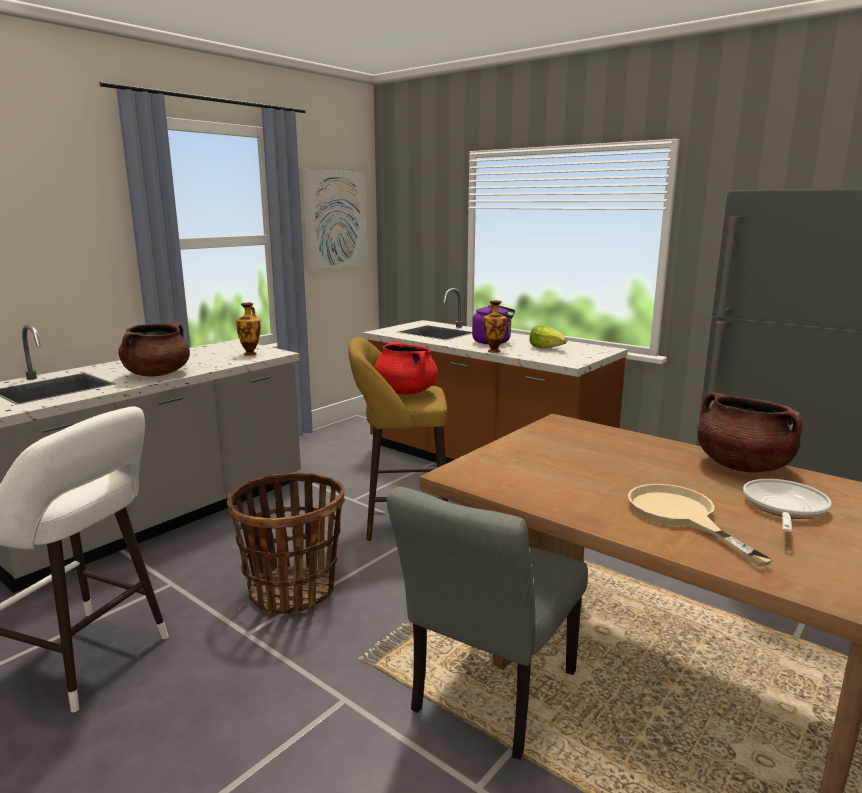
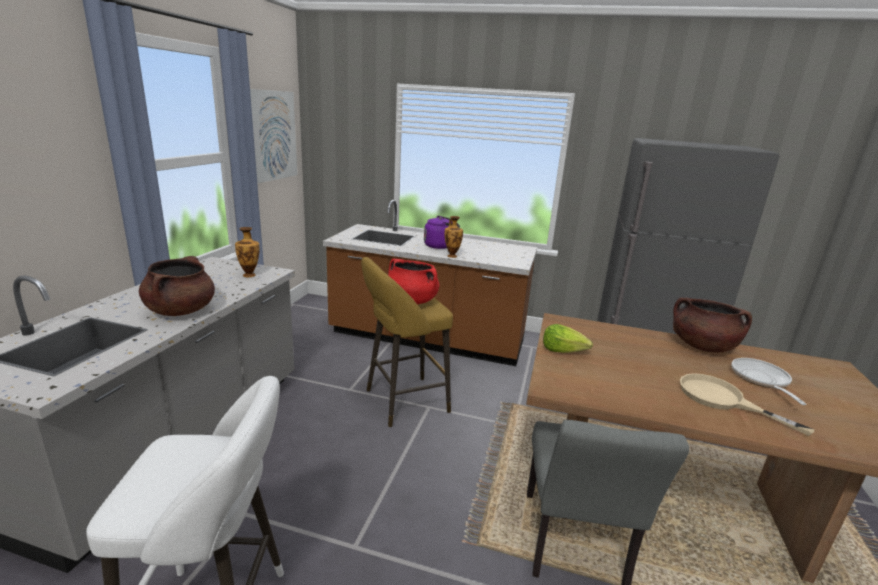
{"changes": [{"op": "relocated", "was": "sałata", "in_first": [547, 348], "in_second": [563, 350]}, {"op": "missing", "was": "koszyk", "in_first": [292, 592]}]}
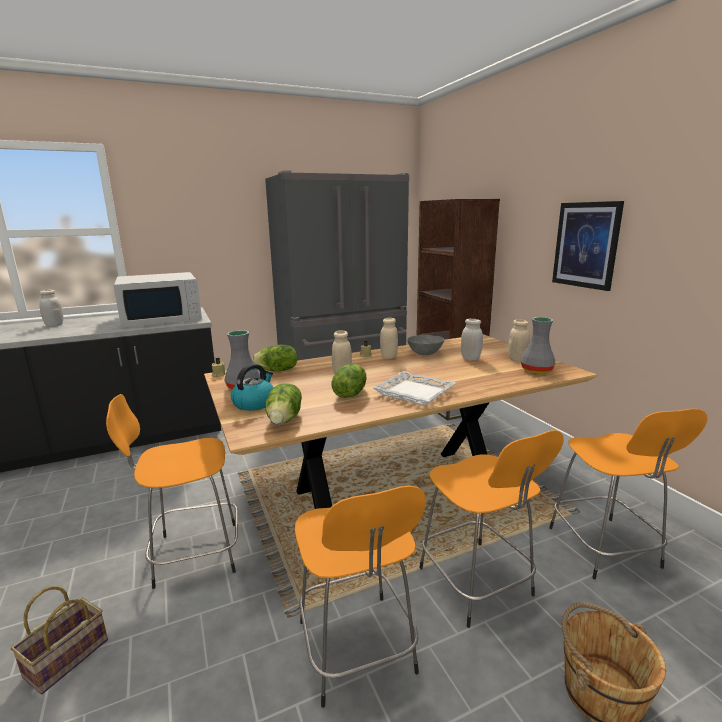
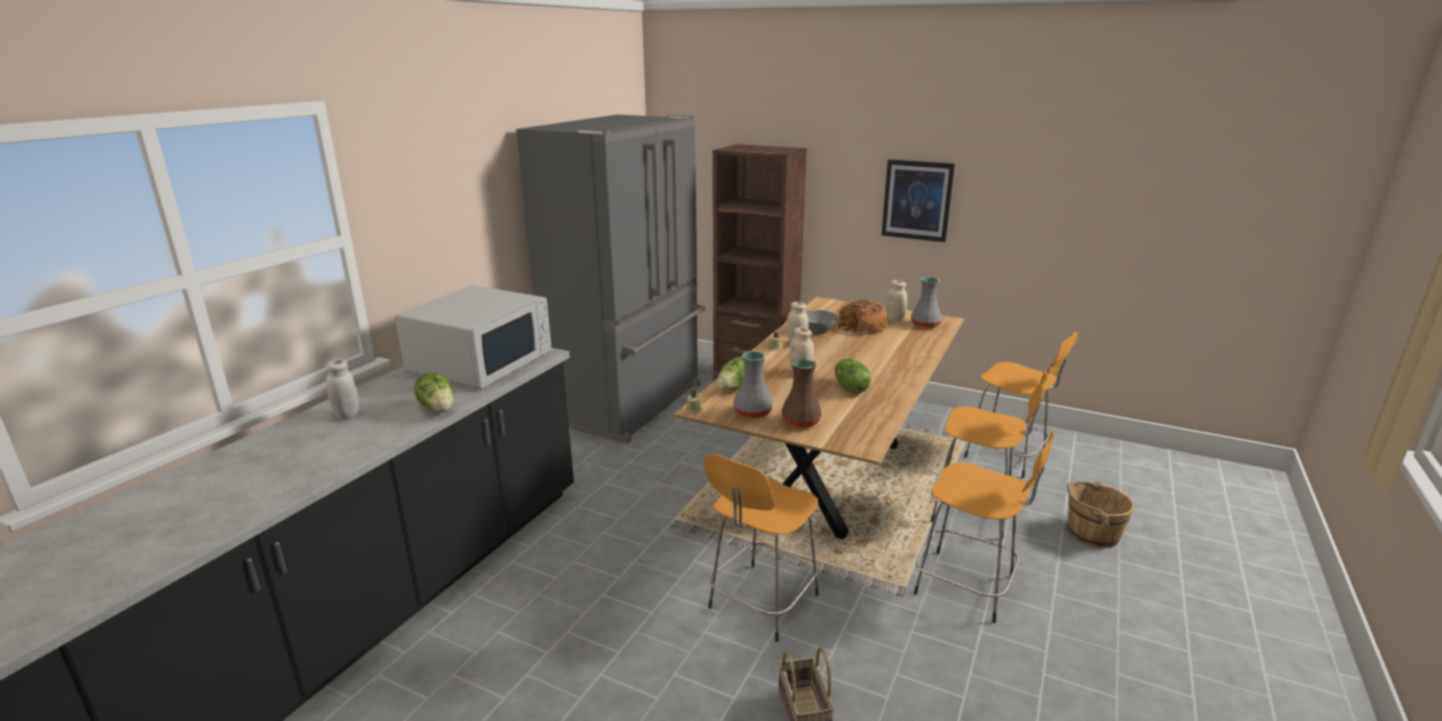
{"changes": [{"op": "relocated", "was": "sałata", "in_first": [285, 419], "in_second": [438, 408]}, {"op": "exchanged", "was": "czajnik", "now": "wazon [brązowy]", "in_first": [254, 403], "in_second": [800, 423]}, {"op": "exchanged", "was": "słoik [biały]", "now": "chleb", "in_first": [470, 358], "in_second": [861, 327]}, {"op": "missing", "was": "taca [biały]", "in_first": [414, 392]}]}
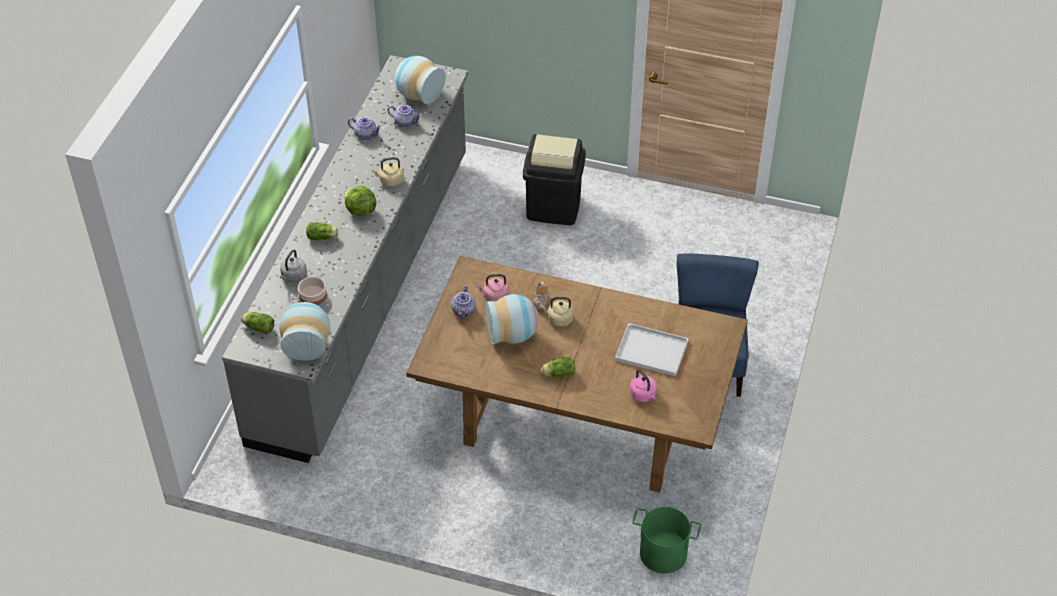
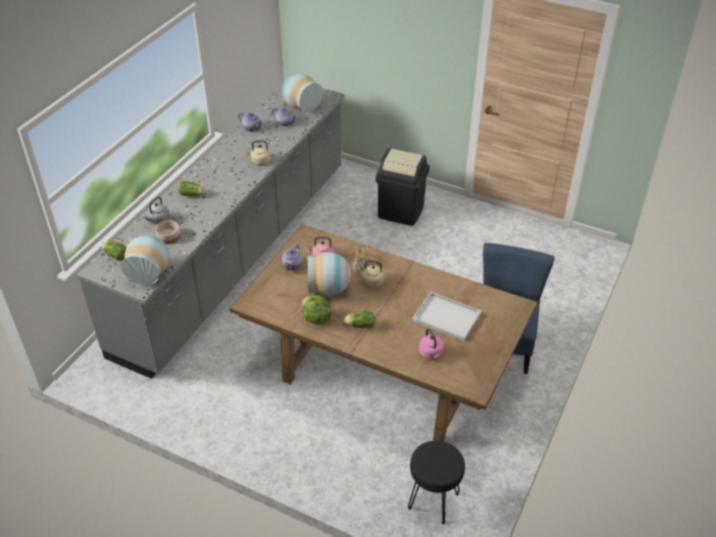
{"changes": [{"op": "relocated", "was": "sałata", "in_first": [360, 211], "in_second": [316, 318]}, {"op": "exchanged", "was": "wiadro [zielony]", "now": "stołek [czarny]", "in_first": [663, 554], "in_second": [433, 501]}]}
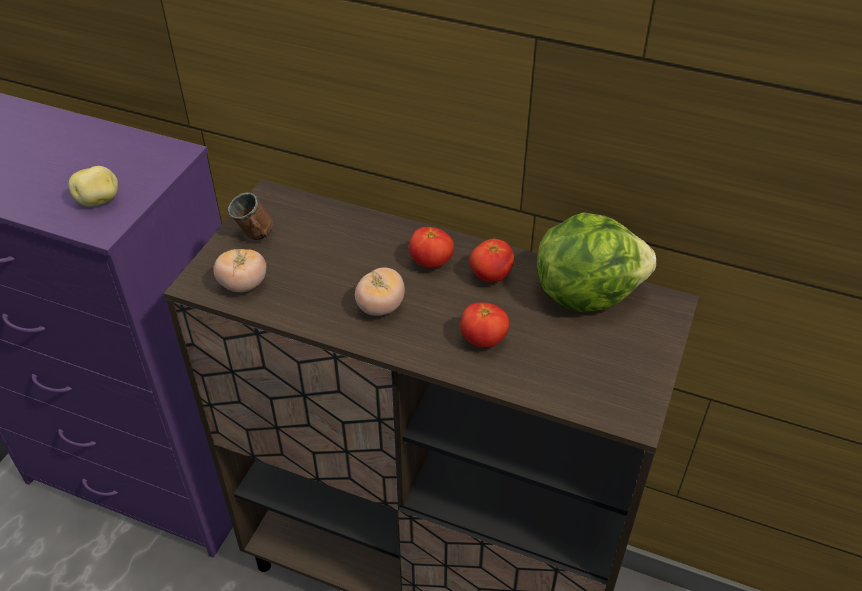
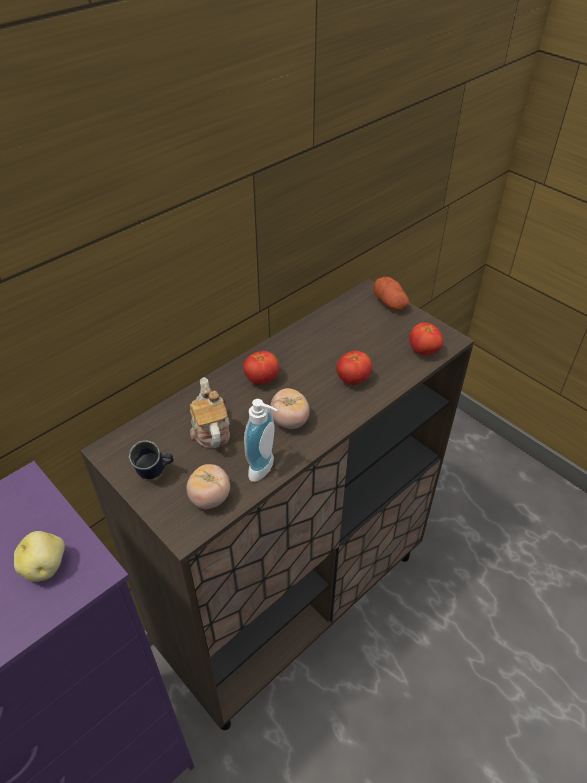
{"changes": [{"op": "colour", "was": "kubek [brązowy]", "now": "kubek [niebieski]", "in_first": [256, 237], "in_second": [156, 473]}, {"op": "appeared", "now": "imbryk", "in_second": [210, 429]}, {"op": "appeared", "now": "dozownik mydła", "in_second": [265, 469]}, {"op": "appeared", "now": "ziemniak", "in_second": [390, 303]}, {"op": "relocated", "was": "pomidor", "in_first": [490, 276], "in_second": [423, 351]}, {"op": "missing", "was": "sałata", "in_first": [586, 292]}]}
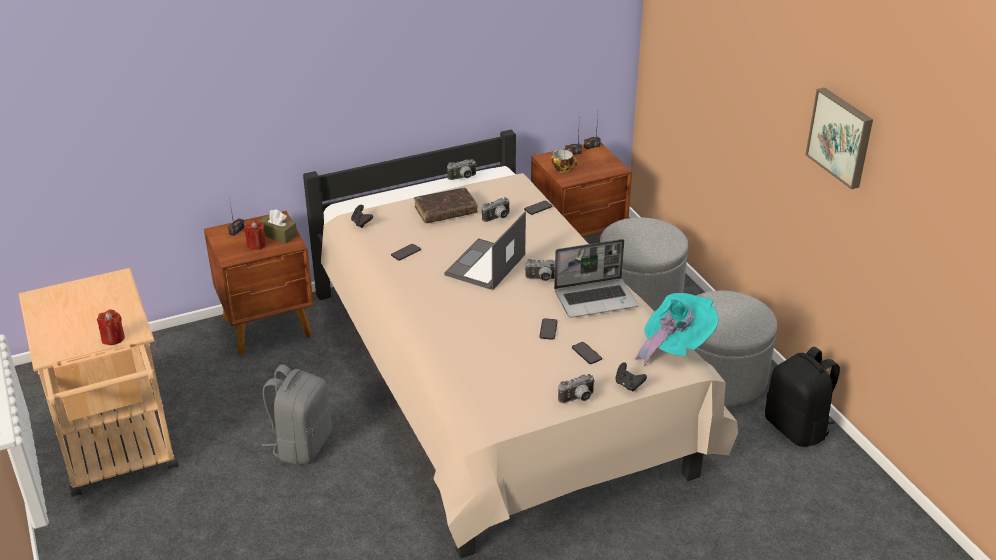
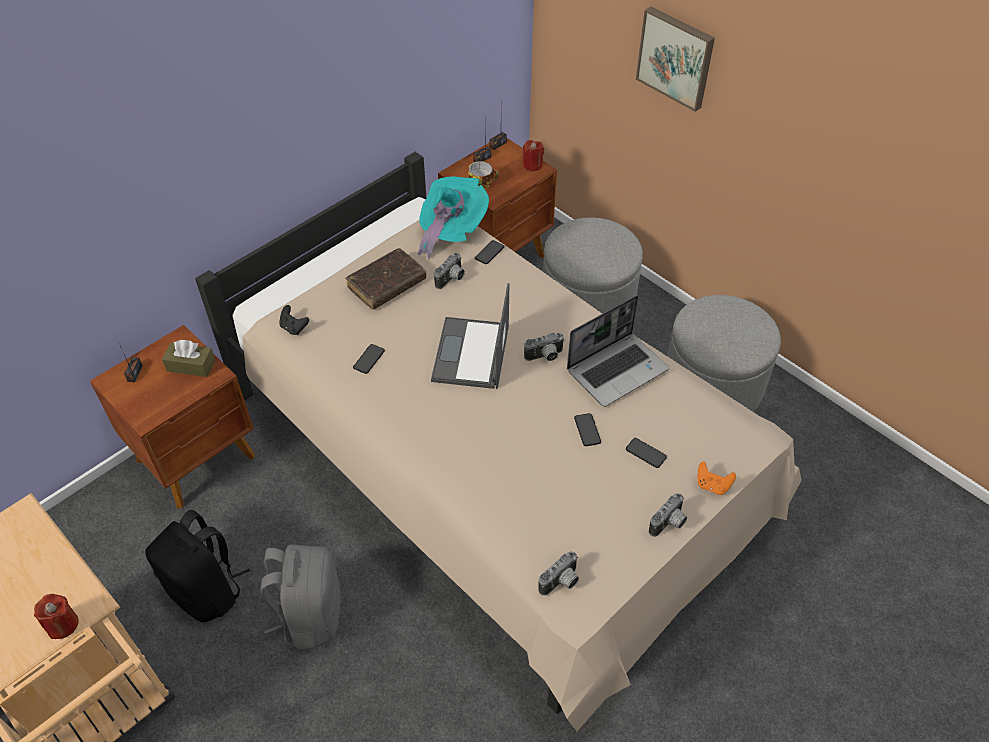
{"changes": [{"op": "relocated", "was": "plecak [czarny]", "in_first": [797, 428], "in_second": [207, 590]}, {"op": "relocated", "was": "kapelusz [turkusowy]", "in_first": [675, 345], "in_second": [451, 230]}, {"op": "relocated", "was": "świeca [czerwony]", "in_first": [256, 244], "in_second": [532, 165]}, {"op": "relocated", "was": "aparat fotograficzny", "in_first": [463, 178], "in_second": [561, 583]}, {"op": "relocated", "was": "obraz", "in_first": [841, 137], "in_second": [676, 57]}, {"op": "colour", "was": "pad do gier [czarny]", "now": "pad do gier [pomarańczowy]", "in_first": [628, 385], "in_second": [712, 485]}]}
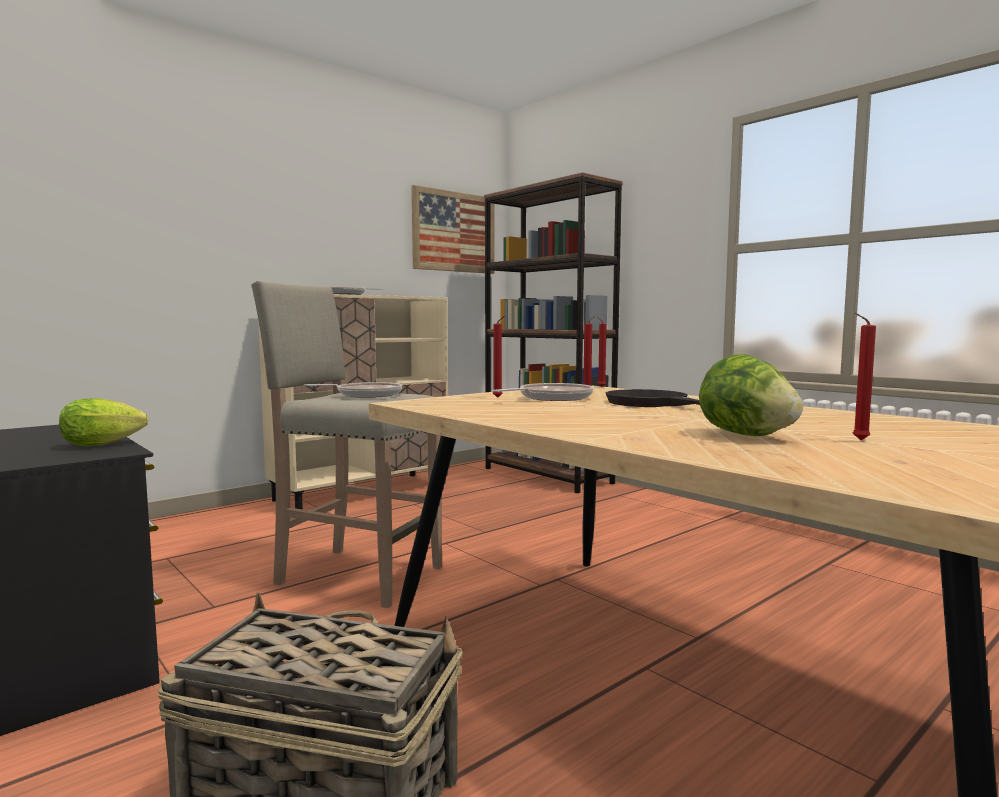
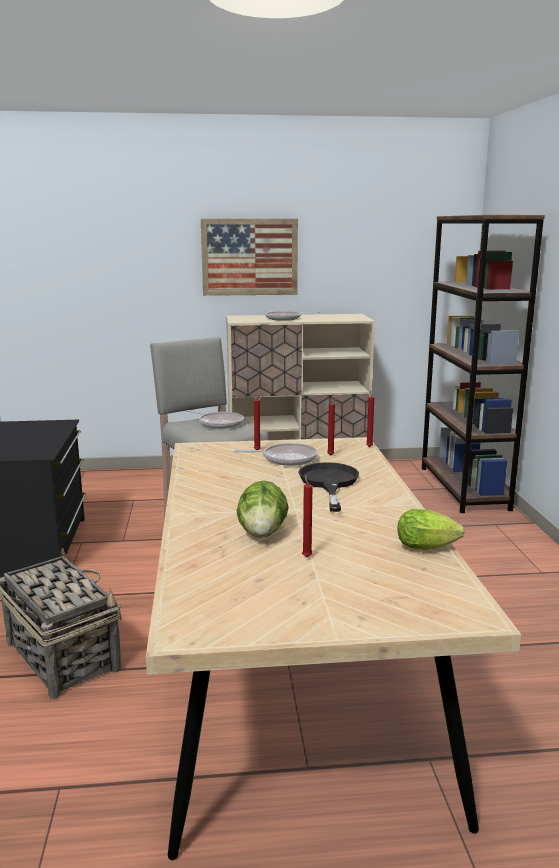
{"changes": [{"op": "relocated", "was": "obraz", "in_first": [454, 232], "in_second": [249, 257]}, {"op": "relocated", "was": "sałata", "in_first": [107, 444], "in_second": [429, 547]}]}
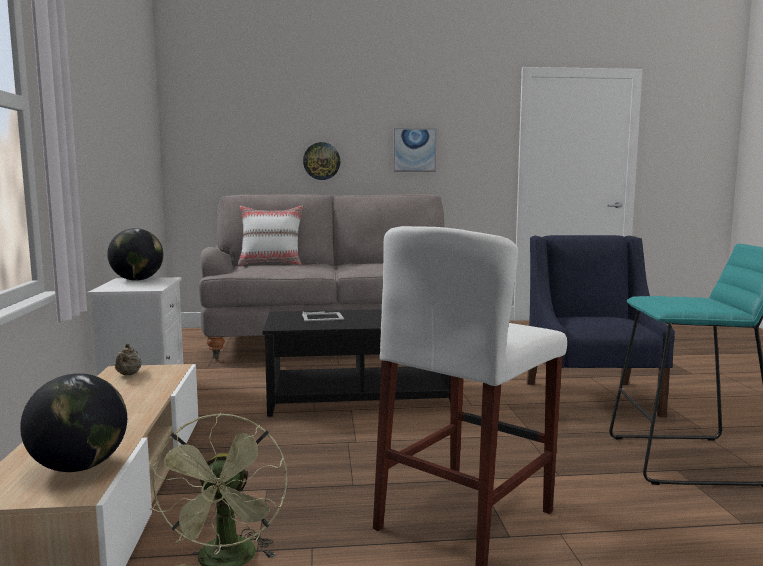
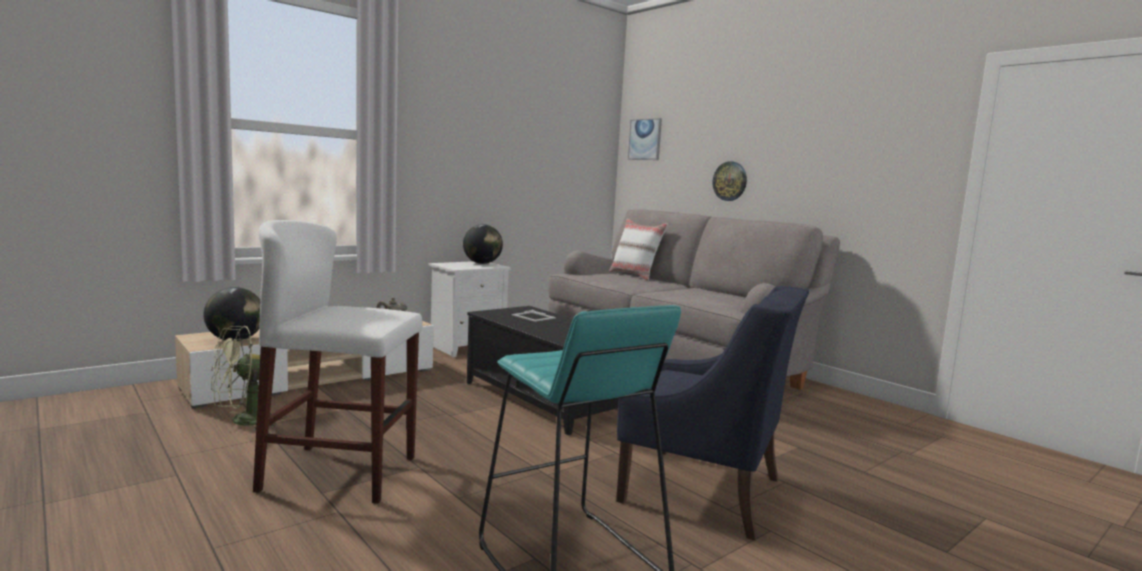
{"changes": [{"op": "spun", "was": "fotel [niebieski]", "in_first": [591, 398], "in_second": [703, 490], "clockwise": 60}, {"op": "relocated", "was": "obraz", "in_first": [414, 150], "in_second": [645, 139]}]}
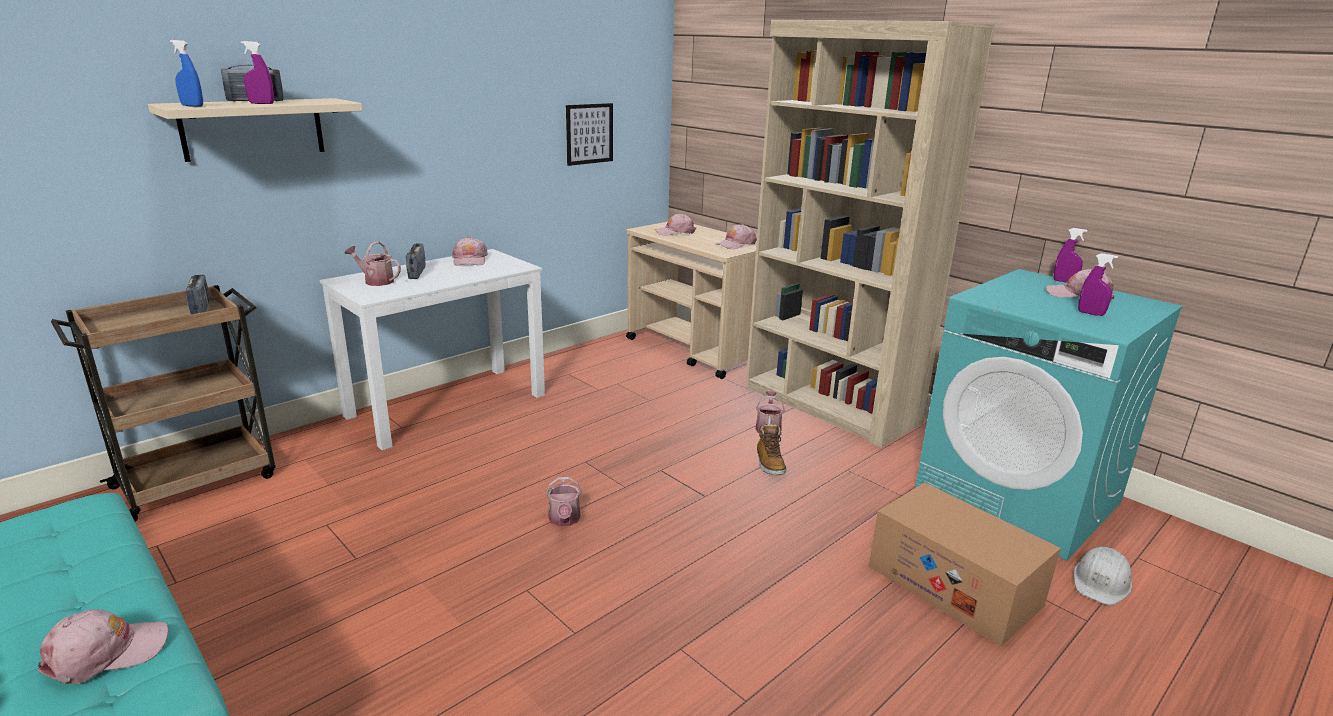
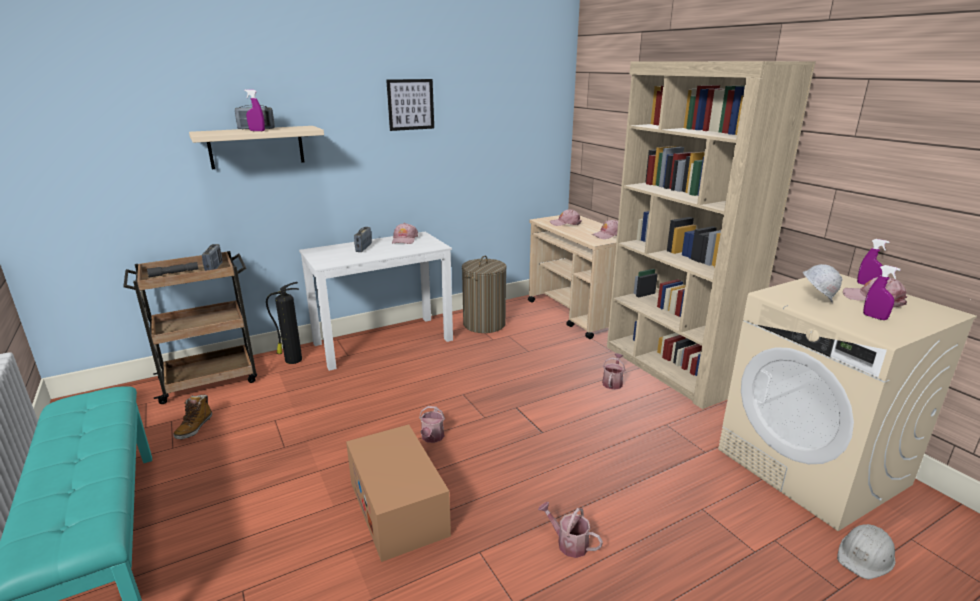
{"changes": [{"op": "appeared", "now": "latarka [szary]", "in_second": [174, 273]}, {"op": "relocated", "was": "but z cholewką", "in_first": [769, 463], "in_second": [194, 427]}, {"op": "appeared", "now": "gaśnica", "in_second": [292, 360]}, {"op": "relocated", "was": "karton", "in_first": [953, 585], "in_second": [398, 508]}, {"op": "relocated", "was": "obraz", "in_first": [589, 134], "in_second": [410, 104]}, {"op": "appeared", "now": "kosz na pranie", "in_second": [484, 324]}, {"op": "relocated", "was": "konewka", "in_first": [376, 281], "in_second": [568, 543]}, {"op": "colour", "was": "pralka [turkusowy]", "now": "pralka [beżowy]", "in_first": [1018, 497], "in_second": [812, 467]}, {"op": "appeared", "now": "kask [biały]", "in_second": [815, 301]}, {"op": "missing", "was": "czapka z daszkiem [różowy]", "in_first": [106, 653]}, {"op": "missing", "was": "spryskiwacz [niebieski]", "in_first": [192, 106]}]}
